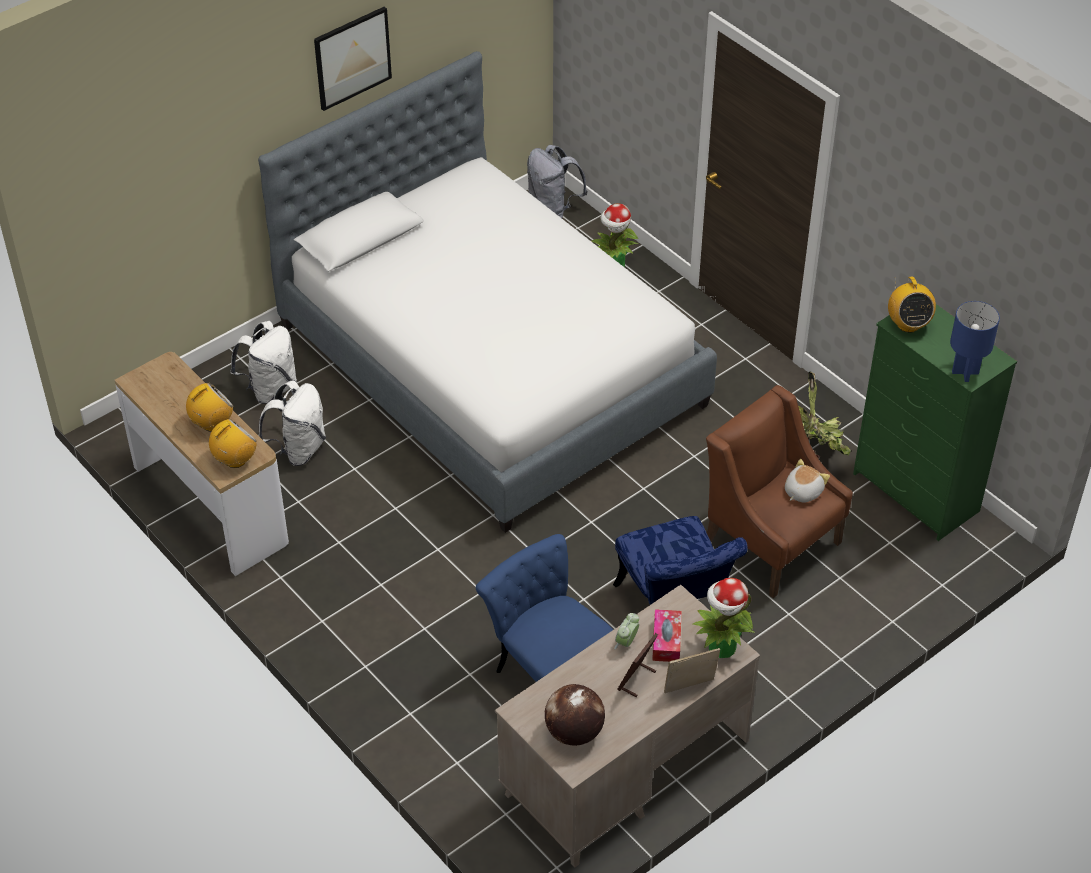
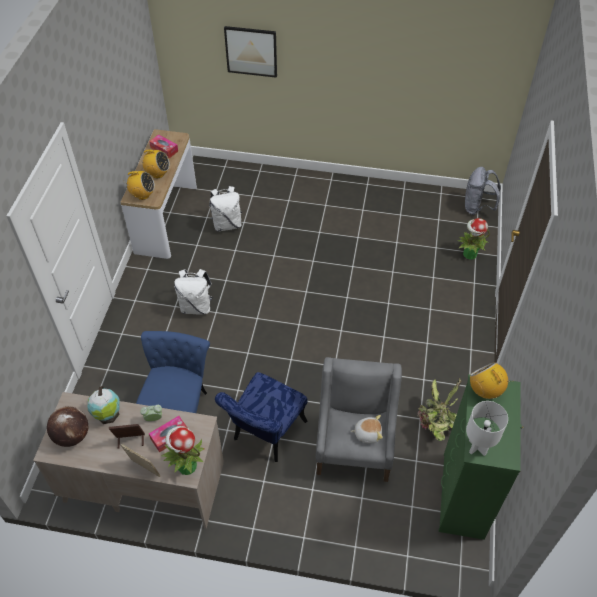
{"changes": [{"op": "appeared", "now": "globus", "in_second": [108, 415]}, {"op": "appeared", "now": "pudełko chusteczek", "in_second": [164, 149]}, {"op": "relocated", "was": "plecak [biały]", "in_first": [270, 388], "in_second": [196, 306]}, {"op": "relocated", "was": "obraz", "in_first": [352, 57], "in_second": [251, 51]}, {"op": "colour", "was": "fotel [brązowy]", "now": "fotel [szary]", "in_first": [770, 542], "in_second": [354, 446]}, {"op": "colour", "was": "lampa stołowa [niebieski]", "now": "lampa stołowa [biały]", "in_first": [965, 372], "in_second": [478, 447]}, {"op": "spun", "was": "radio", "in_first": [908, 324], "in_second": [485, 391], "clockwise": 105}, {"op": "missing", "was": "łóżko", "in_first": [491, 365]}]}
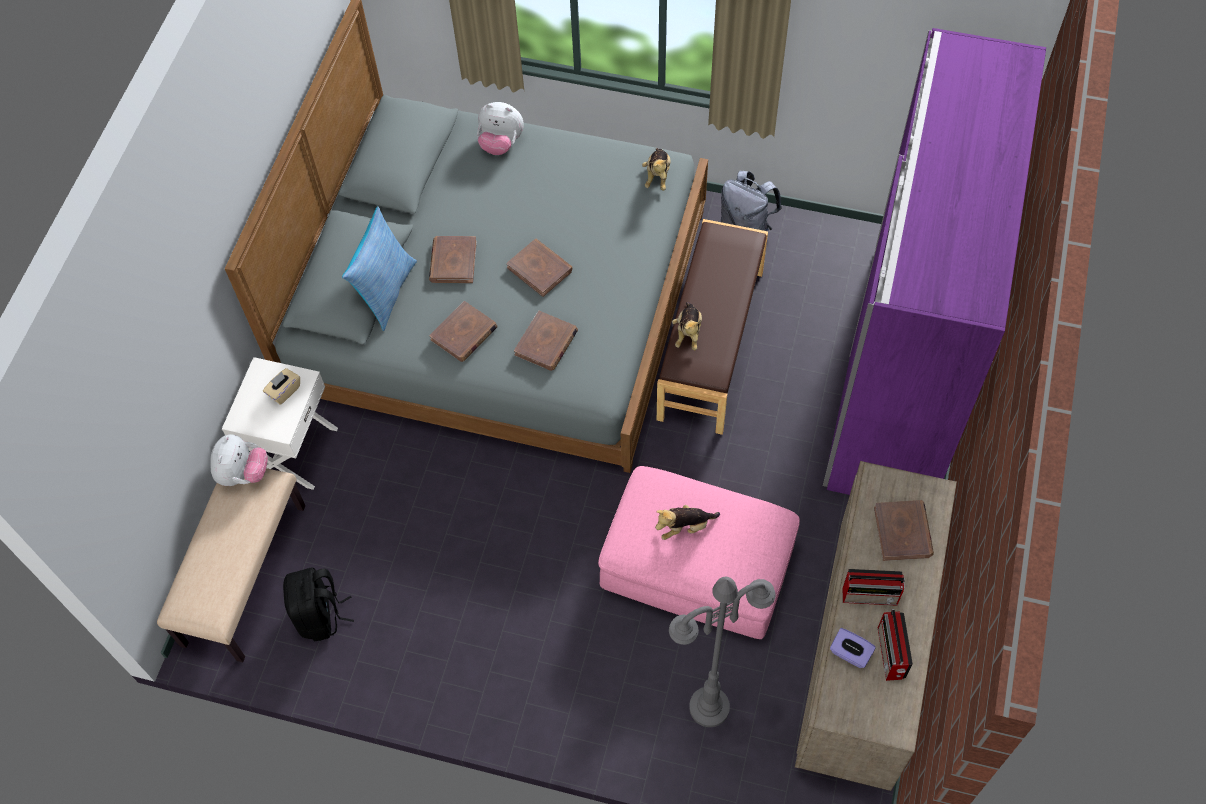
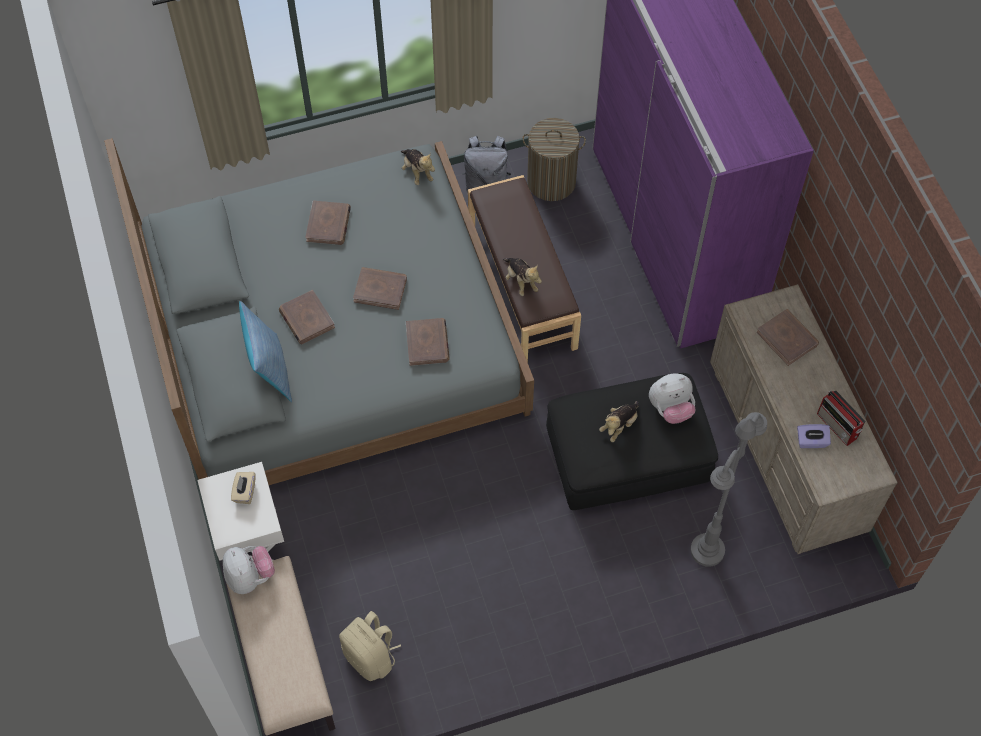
{"changes": [{"op": "relocated", "was": "książka [brązowy]", "in_first": [464, 334], "in_second": [328, 224]}, {"op": "colour", "was": "plecak [czarny]", "now": "plecak [beżowy]", "in_first": [321, 615], "in_second": [371, 657]}, {"op": "appeared", "now": "kosz na pranie", "in_second": [551, 182]}, {"op": "colour", "was": "pufa [różowy]", "now": "pufa [czarny]", "in_first": [697, 565], "in_second": [628, 454]}, {"op": "relocated", "was": "pluszak", "in_first": [501, 143], "in_second": [670, 408]}, {"op": "missing", "was": "radio", "in_first": [871, 595]}]}
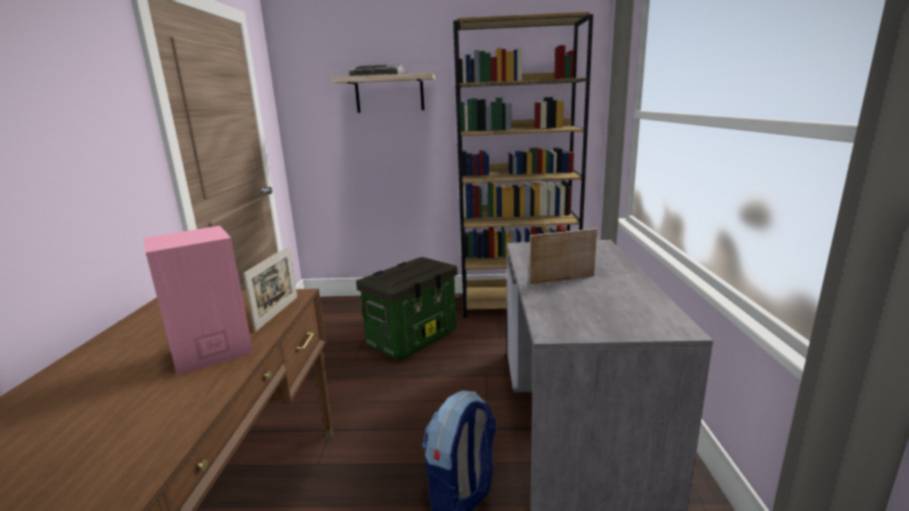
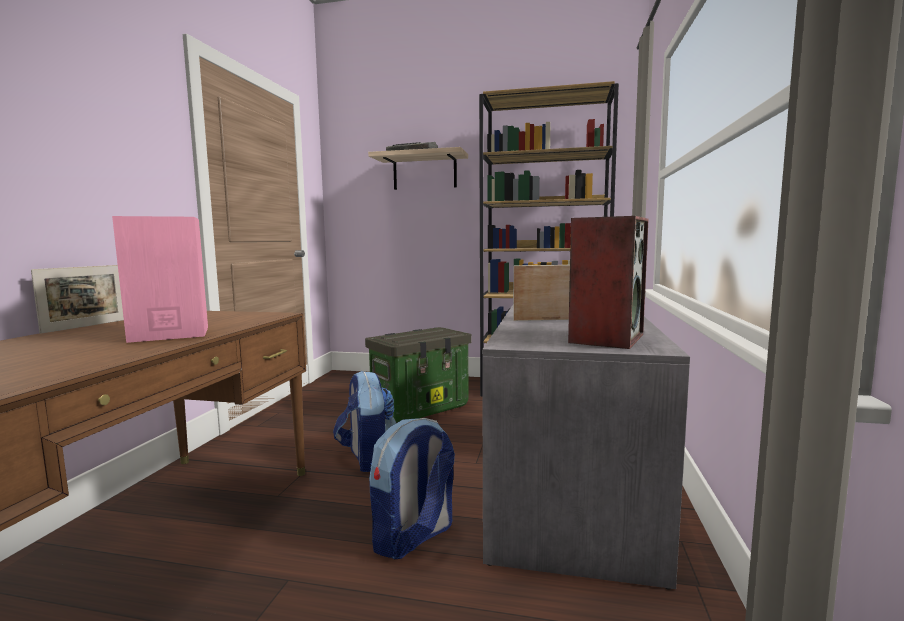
{"changes": [{"op": "relocated", "was": "ramka na zdjęcie", "in_first": [277, 313], "in_second": [86, 326]}, {"op": "appeared", "now": "plecak", "in_second": [367, 459]}, {"op": "appeared", "now": "głośnik", "in_second": [606, 338]}]}
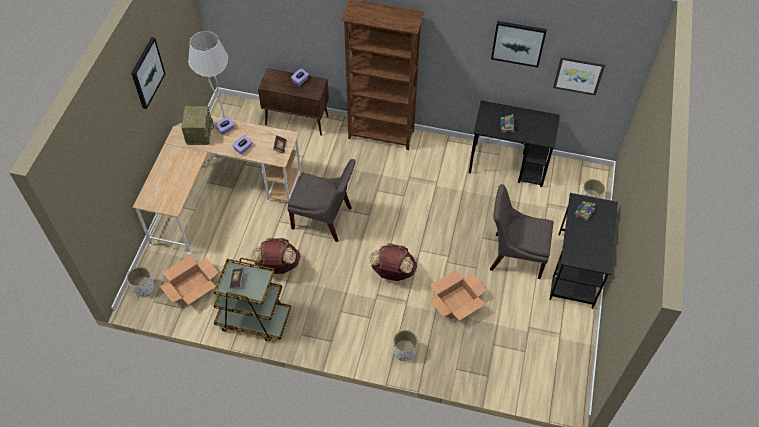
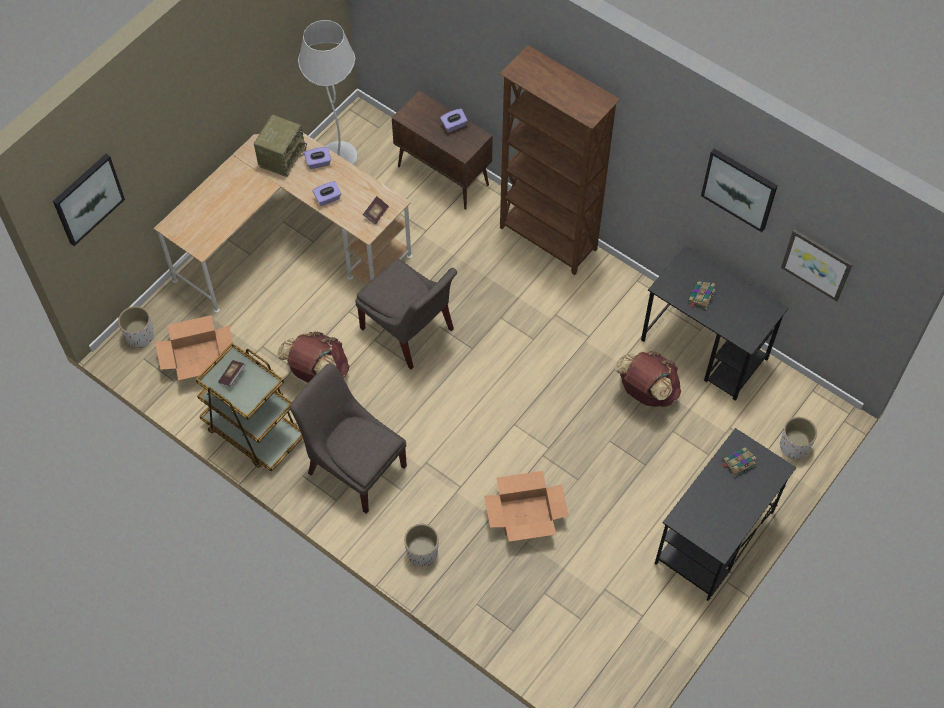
{"changes": [{"op": "relocated", "was": "obraz", "in_first": [147, 73], "in_second": [87, 198]}, {"op": "relocated", "was": "krzesło [szary]", "in_first": [514, 255], "in_second": [354, 466]}, {"op": "relocated", "was": "plecak [brązowy]", "in_first": [392, 272], "in_second": [646, 392]}]}
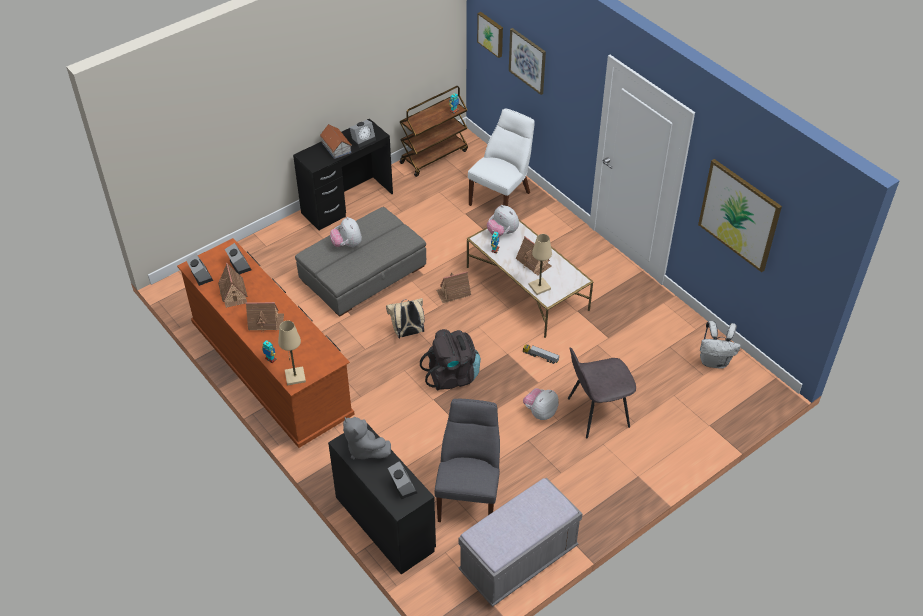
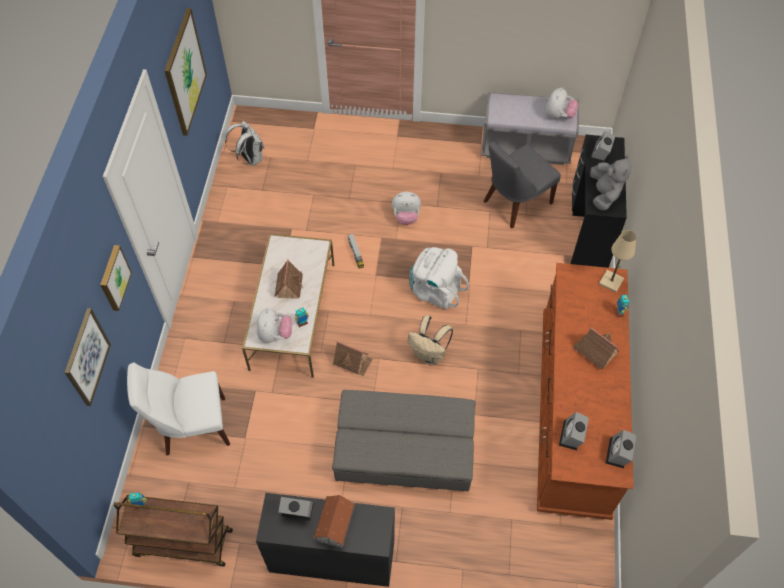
{"changes": [{"op": "relocated", "was": "obraz", "in_first": [491, 34], "in_second": [113, 278]}, {"op": "colour", "was": "plecak [czarny]", "now": "plecak [biały]", "in_first": [452, 376], "in_second": [435, 290]}, {"op": "relocated", "was": "pluszak", "in_first": [347, 244], "in_second": [559, 115]}, {"op": "missing", "was": "domek", "in_first": [233, 293]}, {"op": "missing", "was": "lampa stołowa [beżowy]", "in_first": [539, 287]}, {"op": "missing", "was": "krzesło [szary]", "in_first": [596, 413]}]}
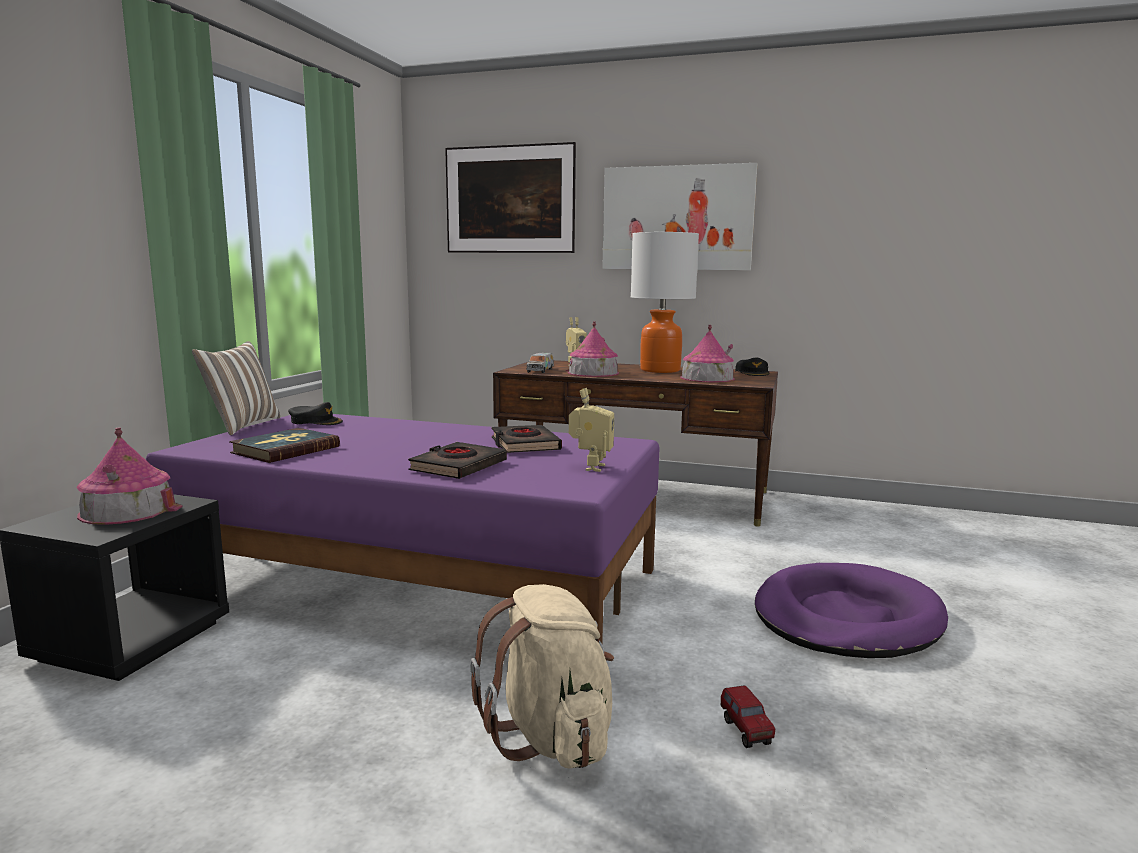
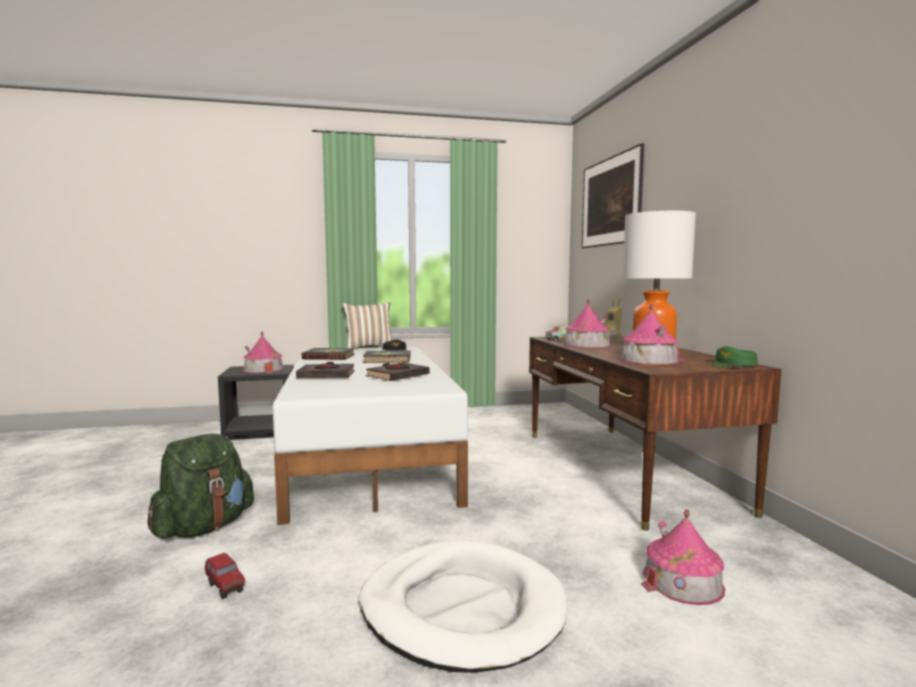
{"changes": [{"op": "colour", "was": "plecak [beżowy]", "now": "plecak [zielony]", "in_first": [551, 735], "in_second": [204, 527]}, {"op": "spun", "was": "ciężarówka zabawkowa", "in_first": [746, 731], "in_second": [225, 587], "clockwise": -90}, {"op": "colour", "was": "łóżko [fioletowy]", "now": "łóżko [biały]", "in_first": [419, 581], "in_second": [369, 454]}, {"op": "colour", "was": "legowisko [fioletowy]", "now": "legowisko [biały]", "in_first": [846, 618], "in_second": [462, 608]}, {"op": "appeared", "now": "książka", "in_second": [387, 359]}, {"op": "appeared", "now": "domek", "in_second": [682, 581]}, {"op": "colour", "was": "czapka z daszkiem [czarny]", "now": "czapka z daszkiem [zielony]", "in_first": [752, 373], "in_second": [733, 365]}, {"op": "missing", "was": "robot zabawkowy", "in_first": [590, 467]}, {"op": "missing", "was": "obraz", "in_first": [677, 218]}]}
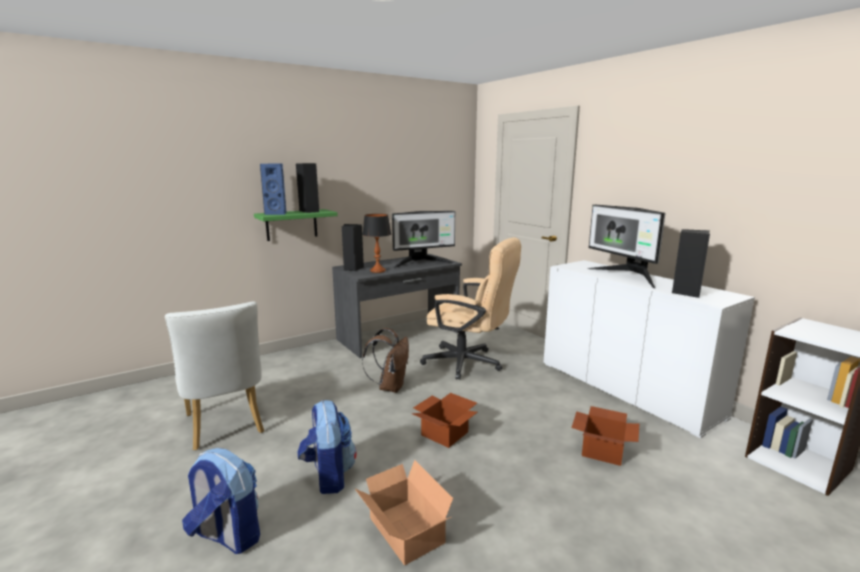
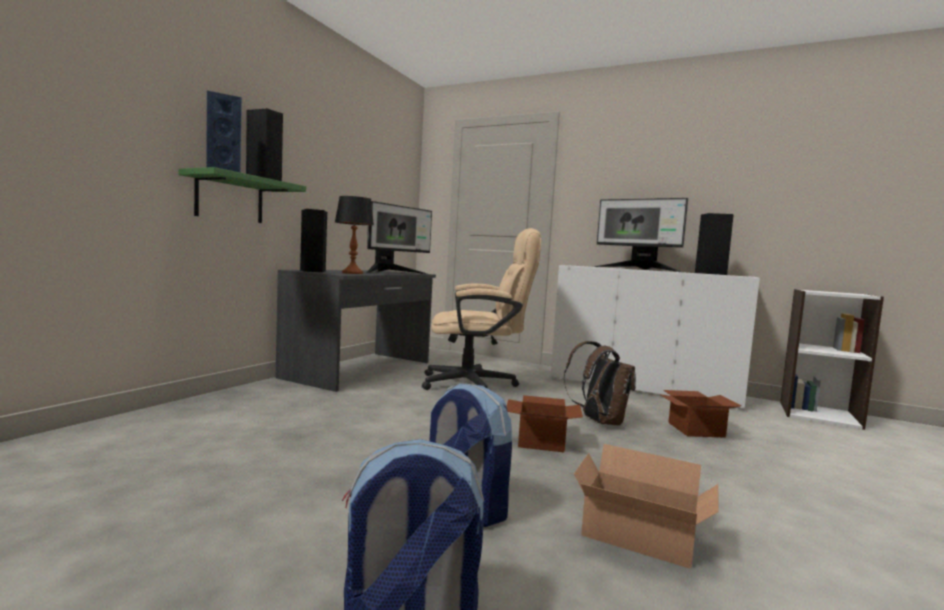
{"changes": [{"op": "relocated", "was": "plecak [brązowy]", "in_first": [390, 386], "in_second": [598, 421]}, {"op": "missing", "was": "krzesło [biały]", "in_first": [226, 427]}]}
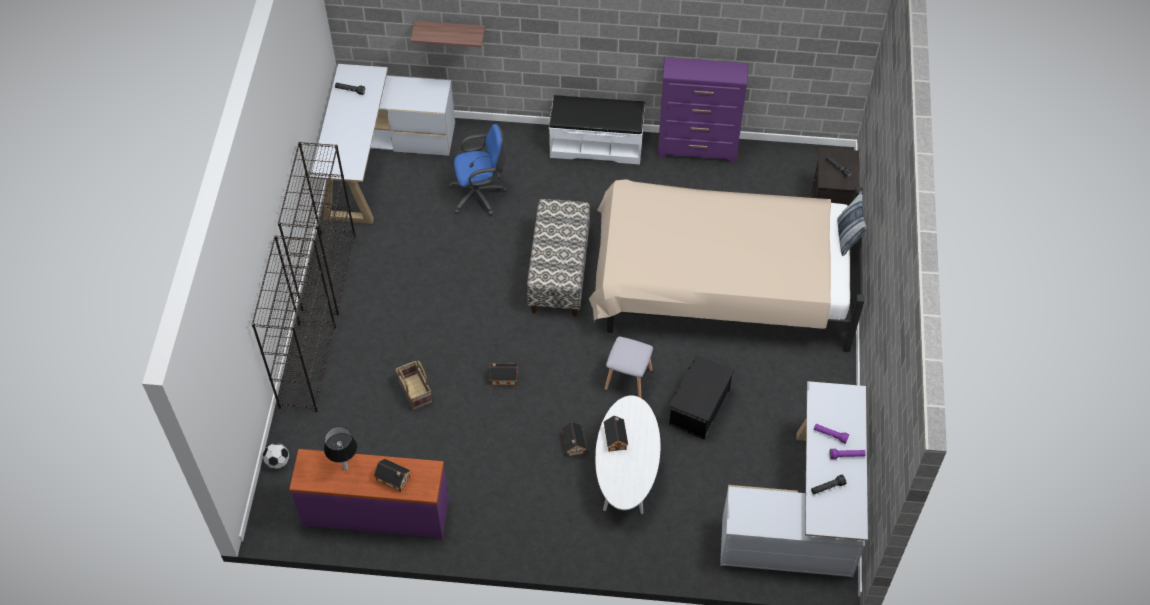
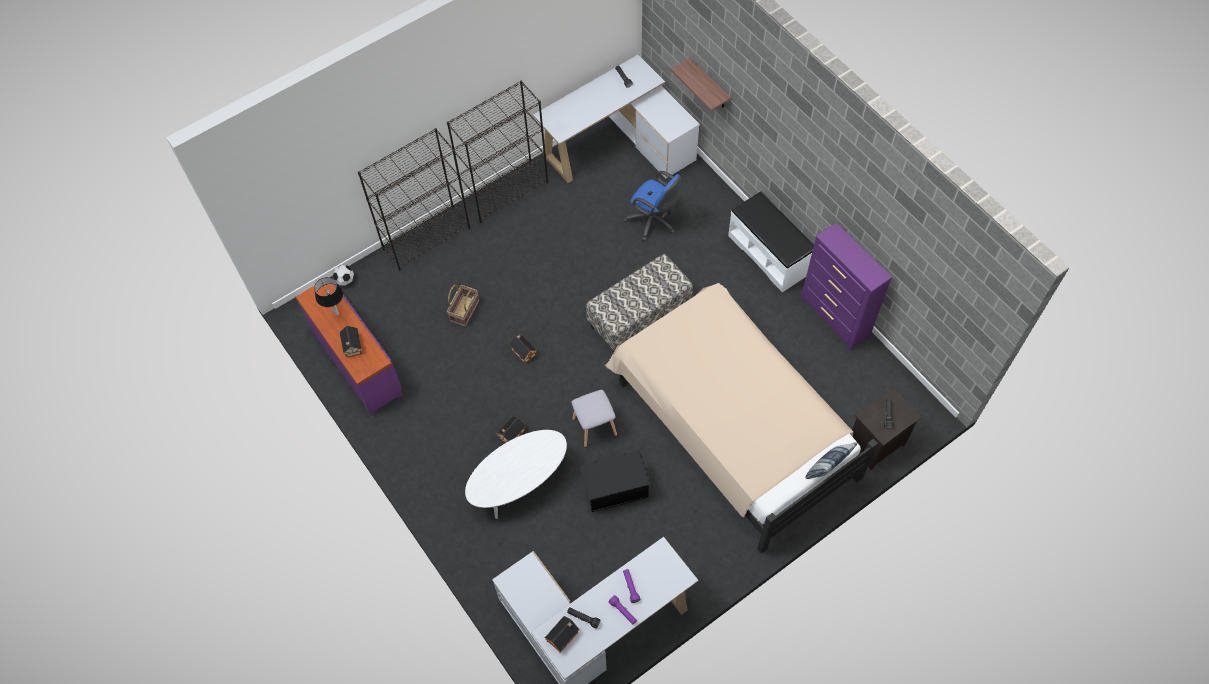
{"changes": [{"op": "relocated", "was": "domek", "in_first": [615, 437], "in_second": [563, 636]}]}
